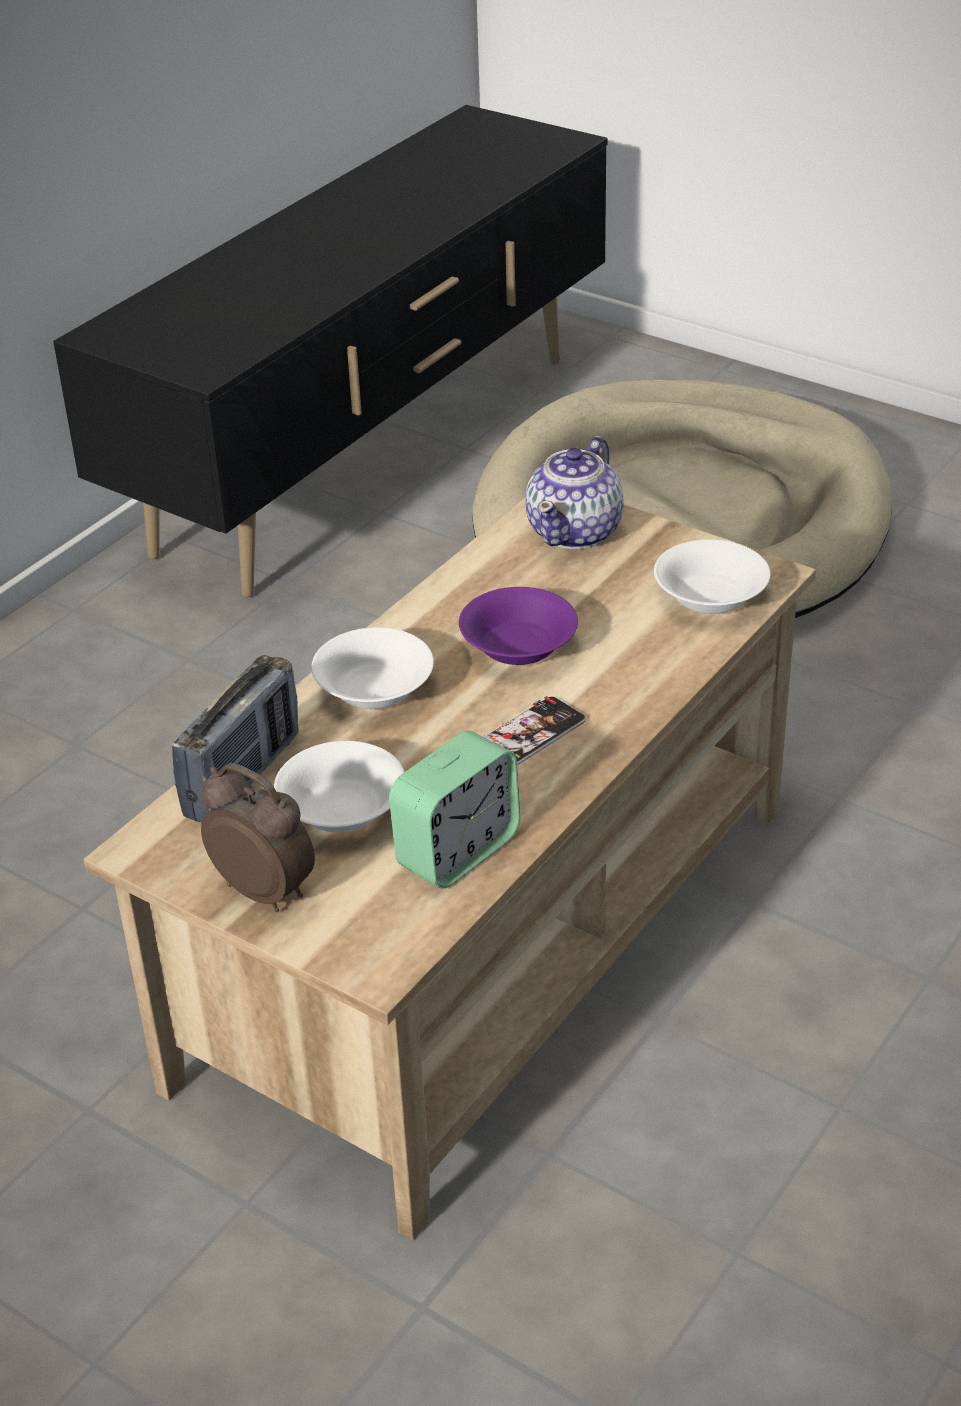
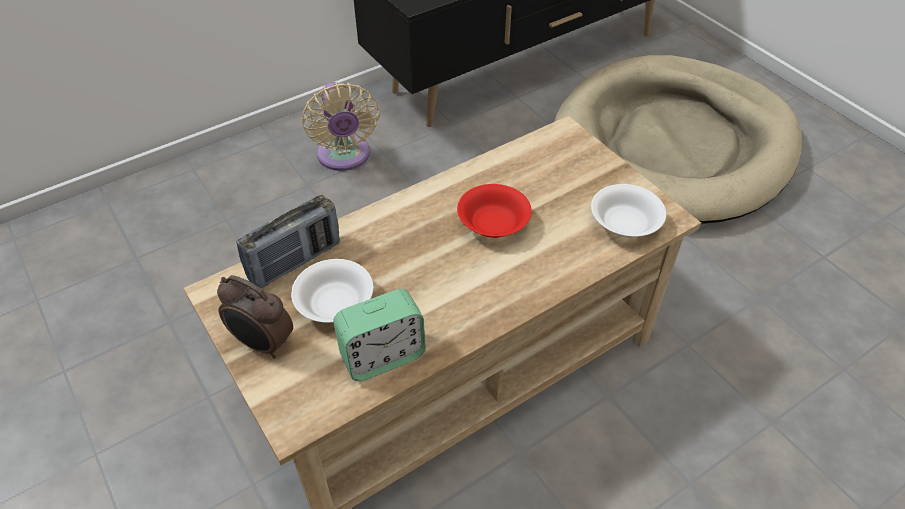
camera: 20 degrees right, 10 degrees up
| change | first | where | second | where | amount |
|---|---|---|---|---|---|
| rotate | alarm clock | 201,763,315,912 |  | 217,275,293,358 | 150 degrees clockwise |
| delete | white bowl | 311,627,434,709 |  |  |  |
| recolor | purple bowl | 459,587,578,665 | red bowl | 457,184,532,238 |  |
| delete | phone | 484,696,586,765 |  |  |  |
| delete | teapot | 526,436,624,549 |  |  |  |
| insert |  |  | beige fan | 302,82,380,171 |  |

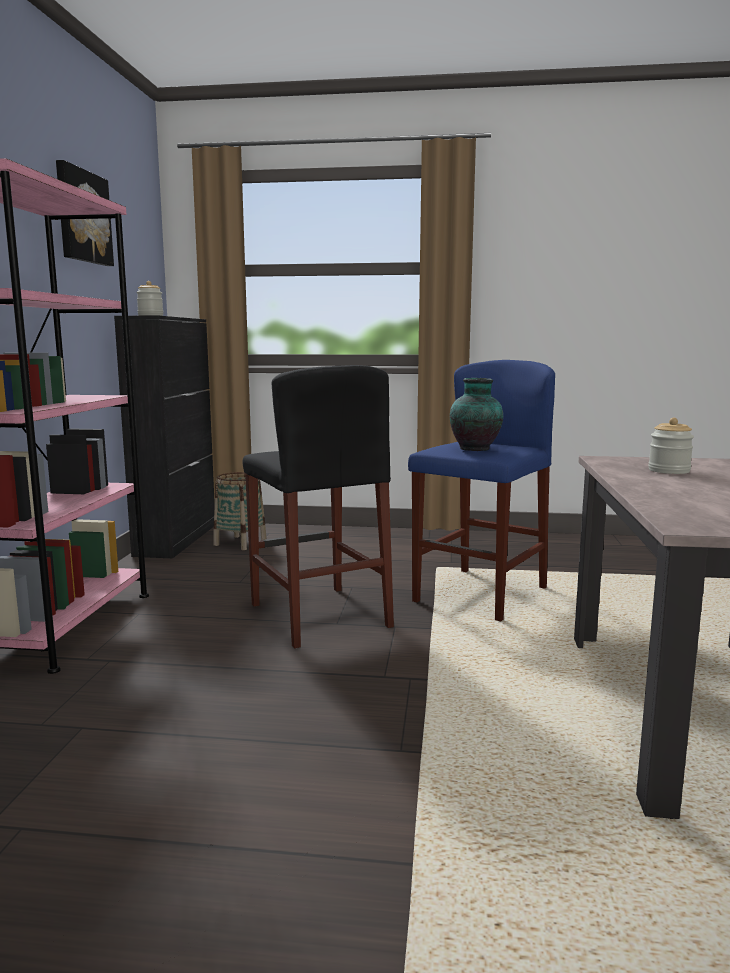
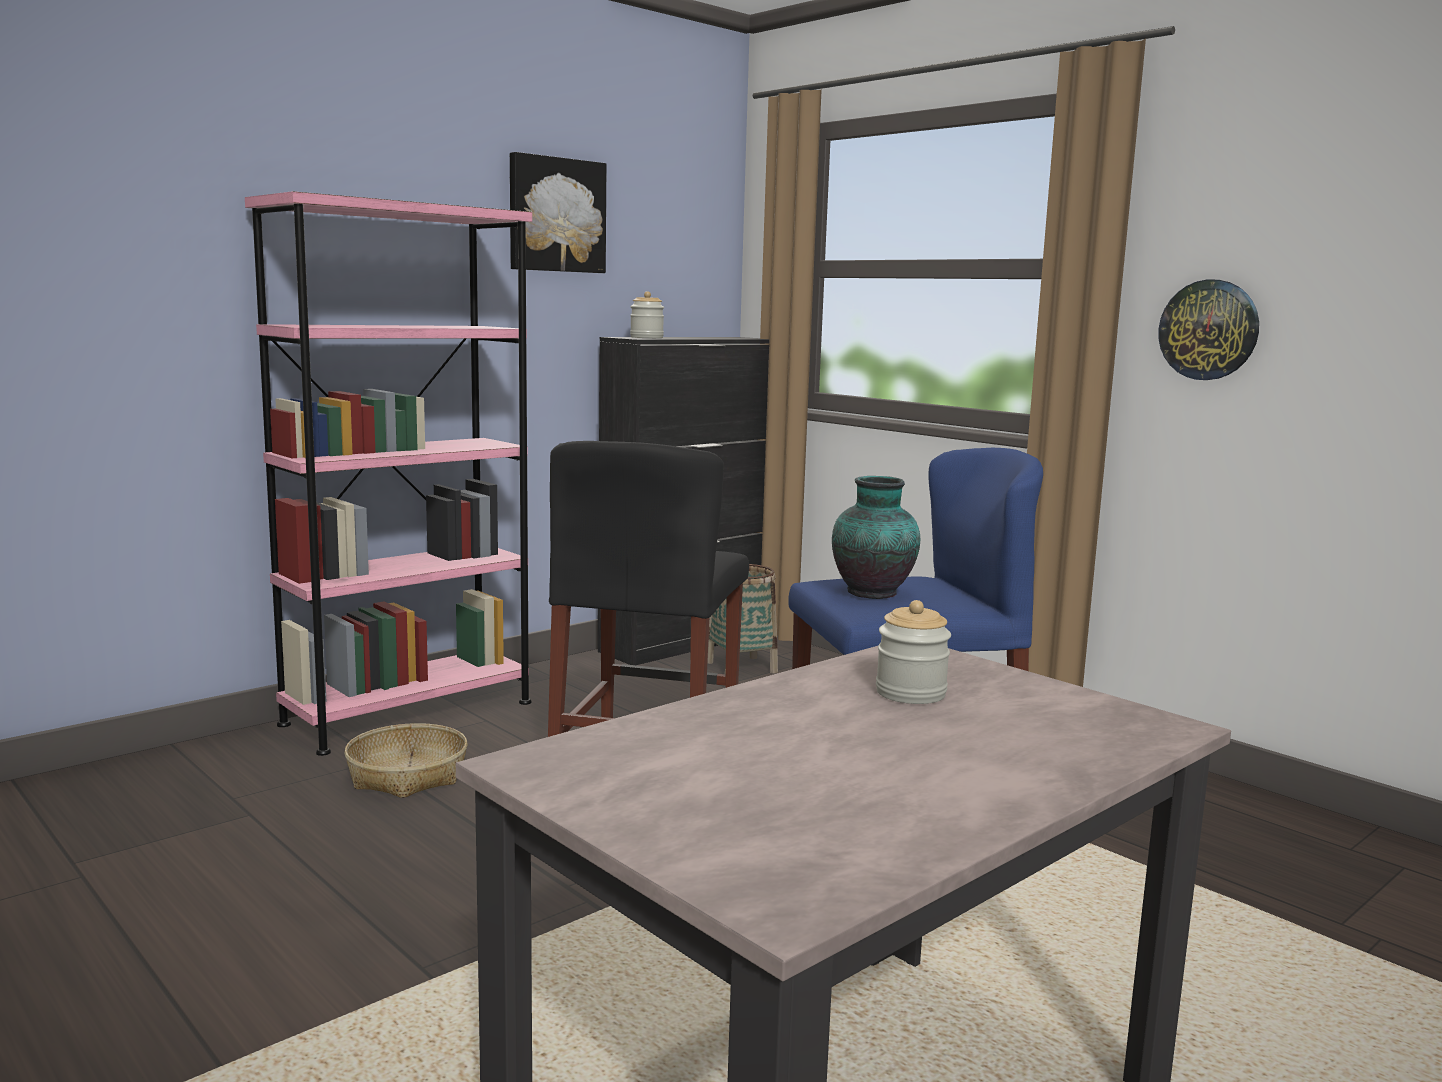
camera: 40 degrees right, 0 degrees up
| change | first | where | second | where | amount |
|---|---|---|---|---|---|
| insert |  |  | basket | 344,723,468,798 |  |
| insert |  |  | wall clock | 1158,280,1259,380 |  |

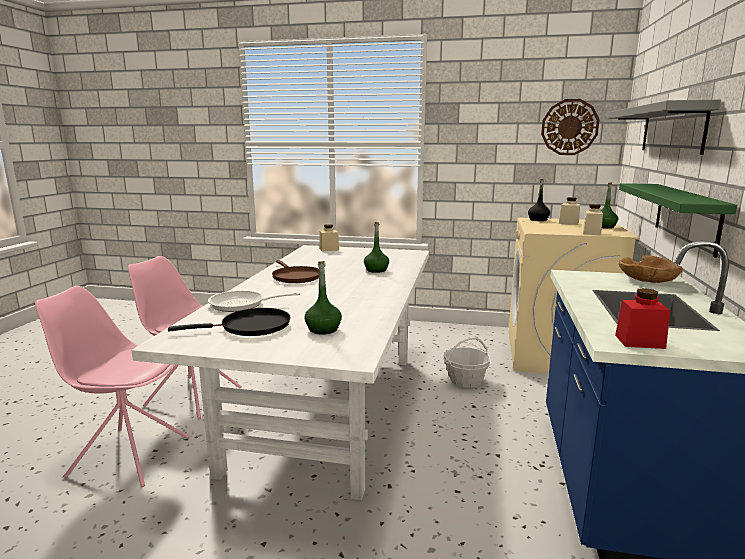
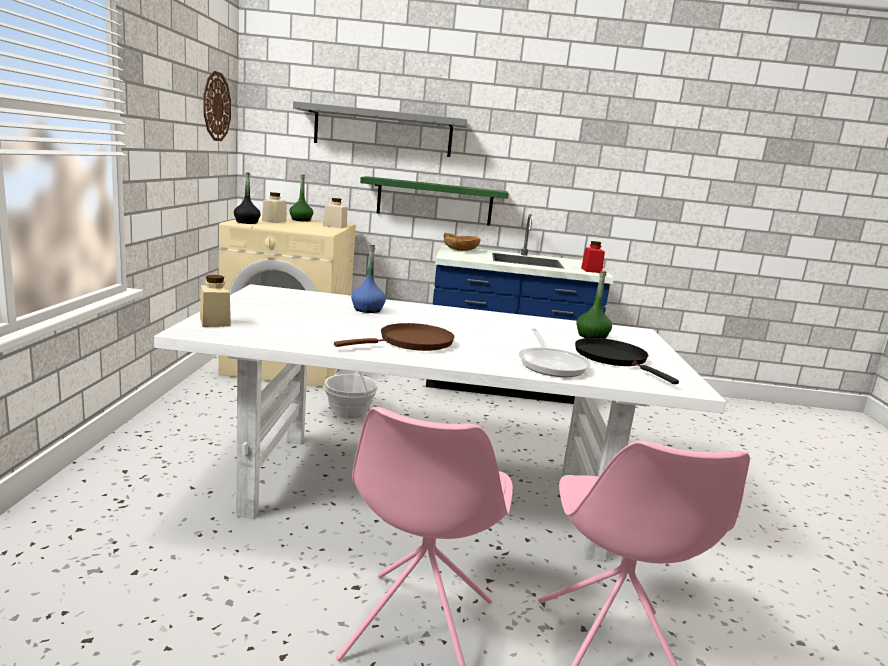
camera: 100 degrees left, 0 degrees up
| change | first | where | second | where | amount |
|---|---|---|---|---|---|
| recolor | green bottle | 364,222,389,273 | blue bottle | 351,245,386,313 |  |

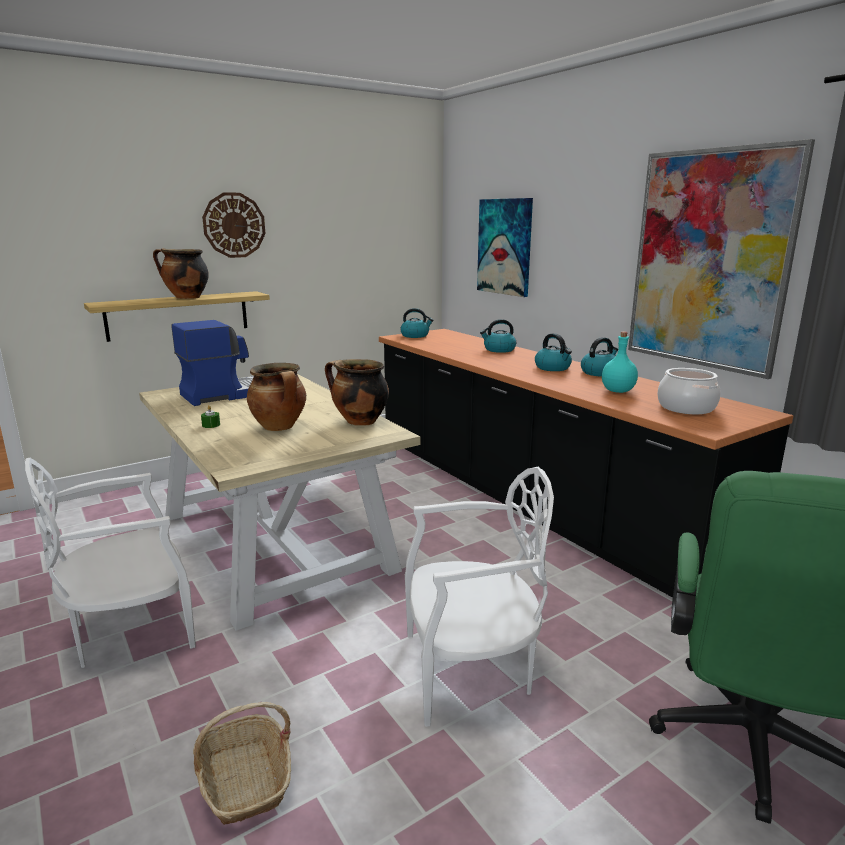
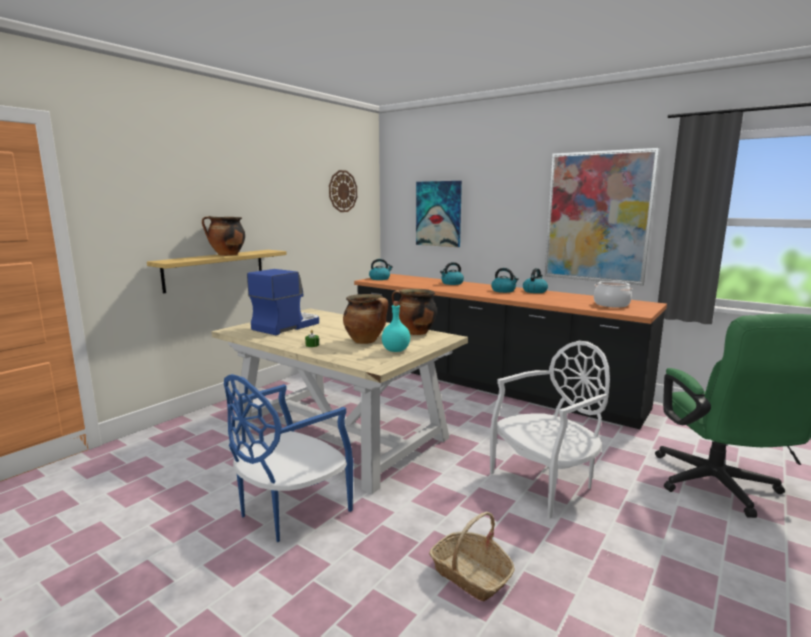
camera: 20 degrees left, 5 degrees down
| change | first | where | second | where | amount |
|---|---|---|---|---|---|
| recolor | white chair | 25,458,196,668 | blue chair | 224,374,353,542 |  |
| move | wall clock | 202,192,265,258 |  | 329,170,357,212 |  |
| move | turquoise bottle | 602,331,638,393 |  | 382,301,410,352 |  |

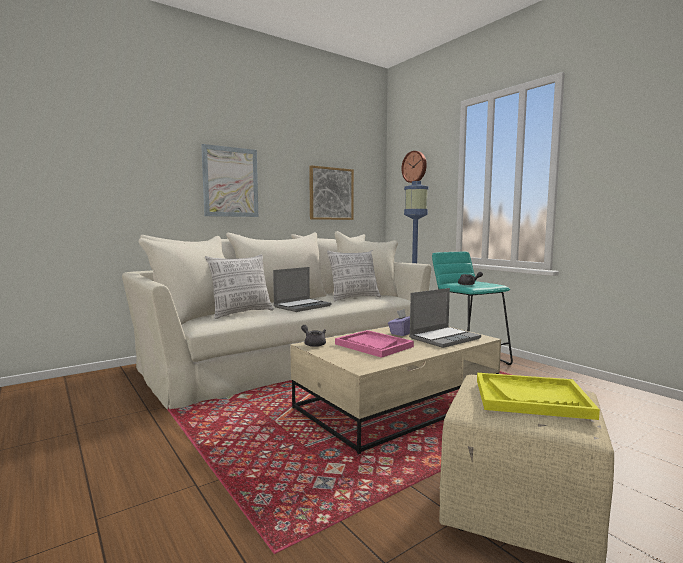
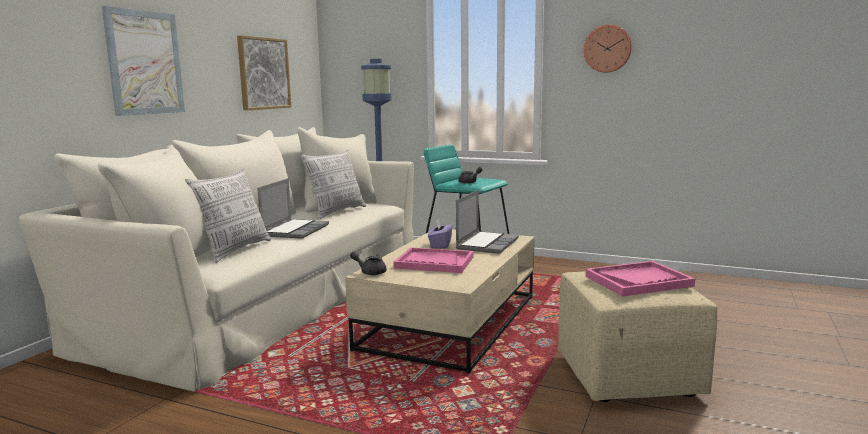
camera: 30 degrees left, 5 degrees up
| change | first | where | second | where | amount |
|---|---|---|---|---|---|
| move | wall clock | 401,151,427,183 |  | 584,25,632,73 |  |
| recolor | yellow tray | 477,373,600,420 | pink tray | 585,261,695,297 |  |

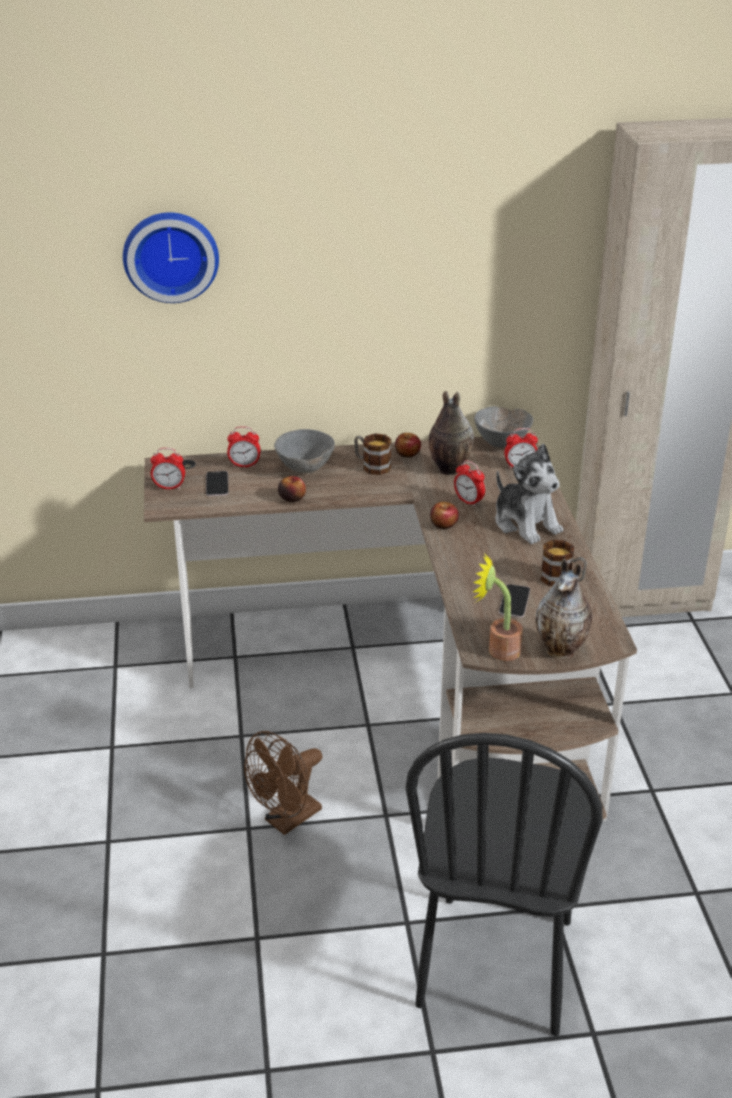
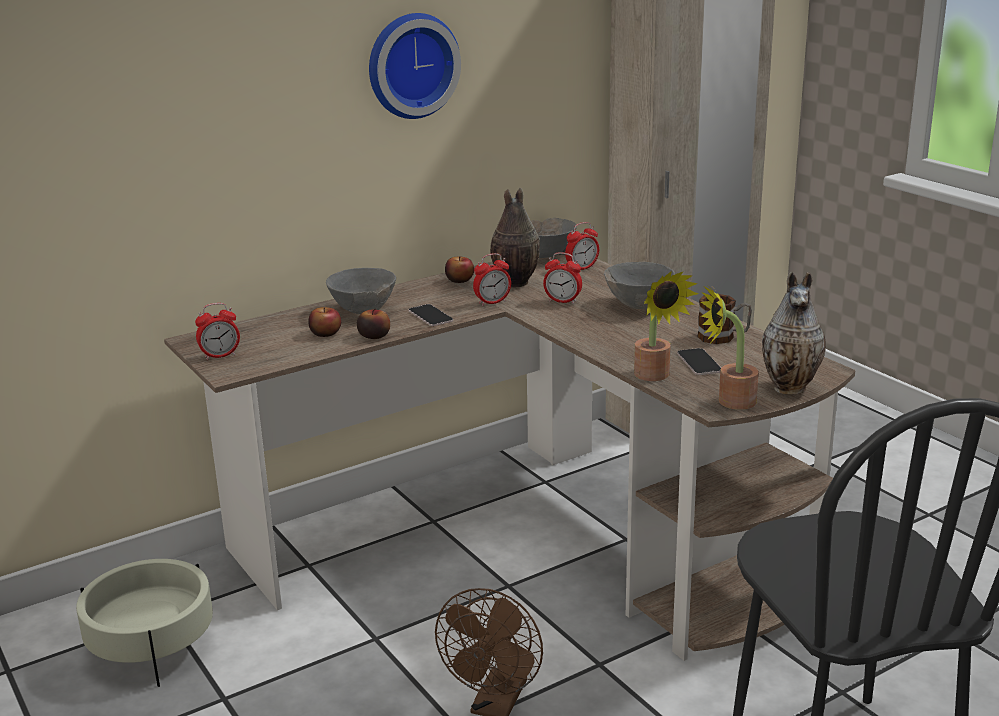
camera: 25 degrees left, 10 degrees down
| change | first | where | second | where | amount |
|---|---|---|---|---|---|
| move | wall clock | 123,212,219,303 |  | 369,13,461,119 |  |
| move | phone | 206,471,228,496 |  | 409,304,453,326 |  |
| move | alarm clock | 227,426,260,467 |  | 473,253,511,306 |  |
| delete | mug | 354,434,391,475 |  |  |  |
| move | apple | 430,502,459,529 |  | 308,307,341,337 |  |
| replace | plush toy | 495,444,563,544 | grey bowl | 604,262,675,309 |  |
| insert |  |  | beige planter | 76,559,213,687 |  |
| insert |  |  | potted plant | 634,271,698,381 |  |

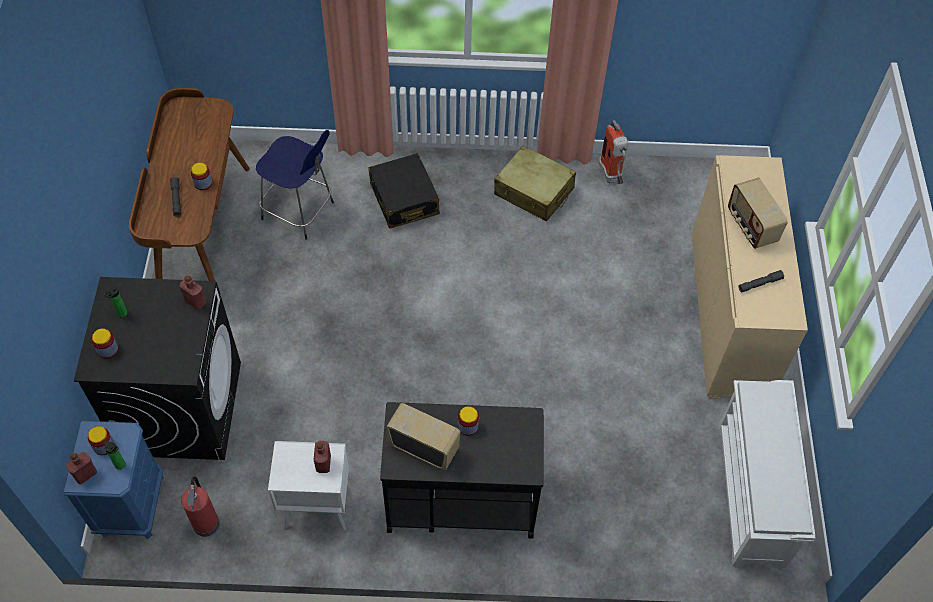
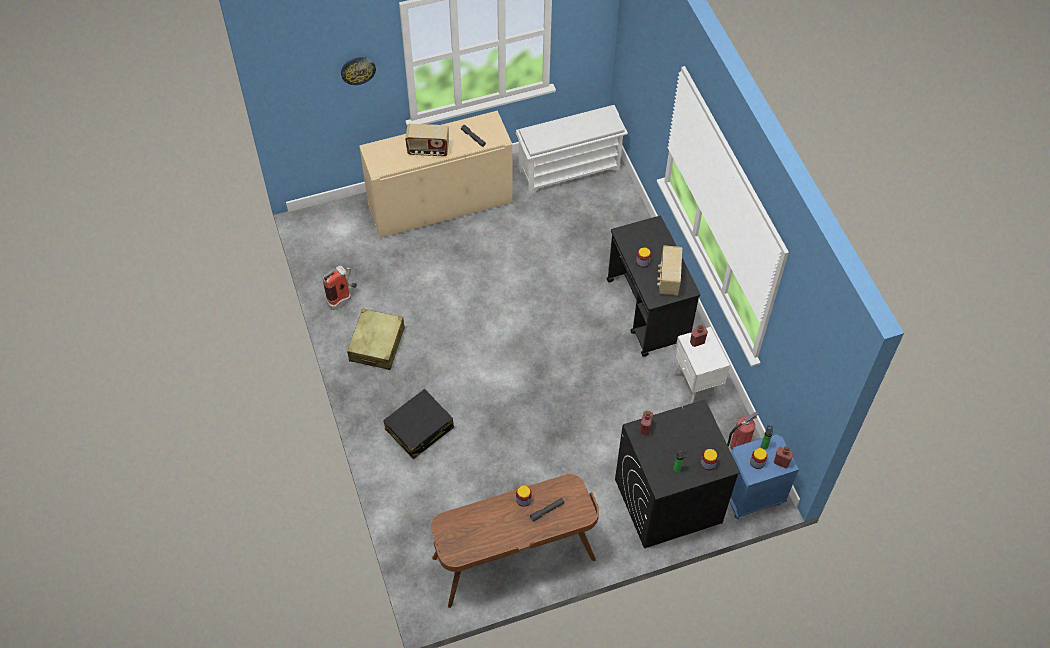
camera: 110 degrees left, 0 degrees up
| change | first | where | second | where | amount |
|---|---|---|---|---|---|
| delete | blue stool | 256,130,334,240 |  |  |  |
| rotate | radio | 728,178,787,249 |  | 405,124,449,156 | 45 degrees clockwise |
| insert |  |  | wall clock | 341,57,376,85 |  |

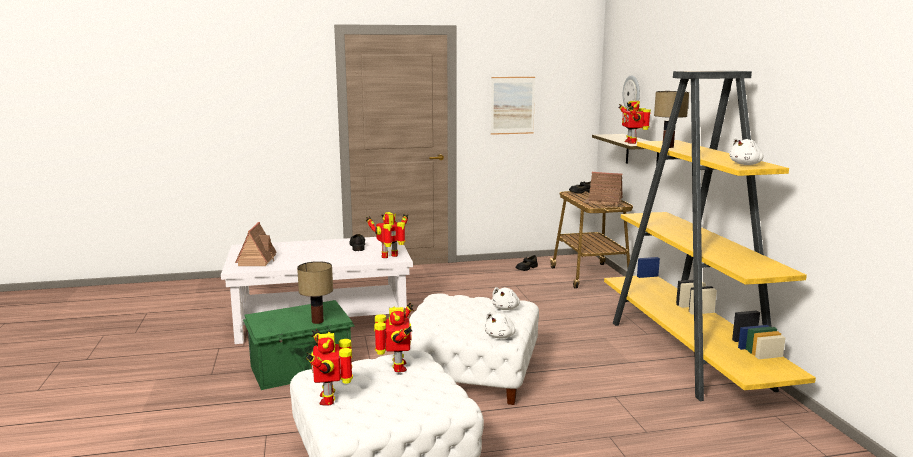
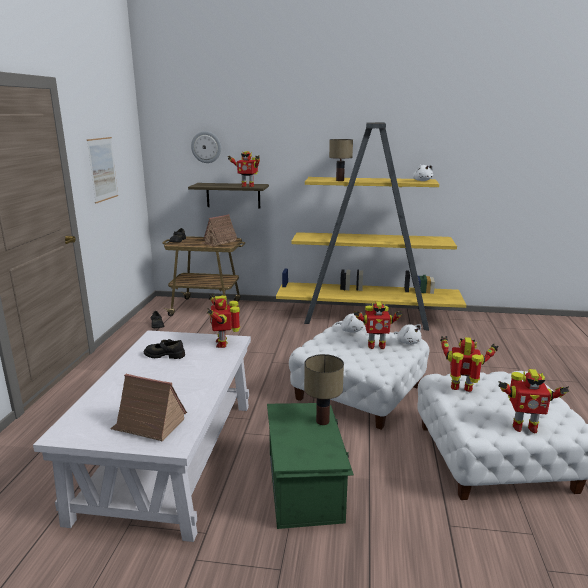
camera: 70 degrees left, 5 degrees up
| change | first | where | second | where | amount |
|---|---|---|---|---|---|
| insert |  |  | toy robot | 353,301,402,349 |  |

